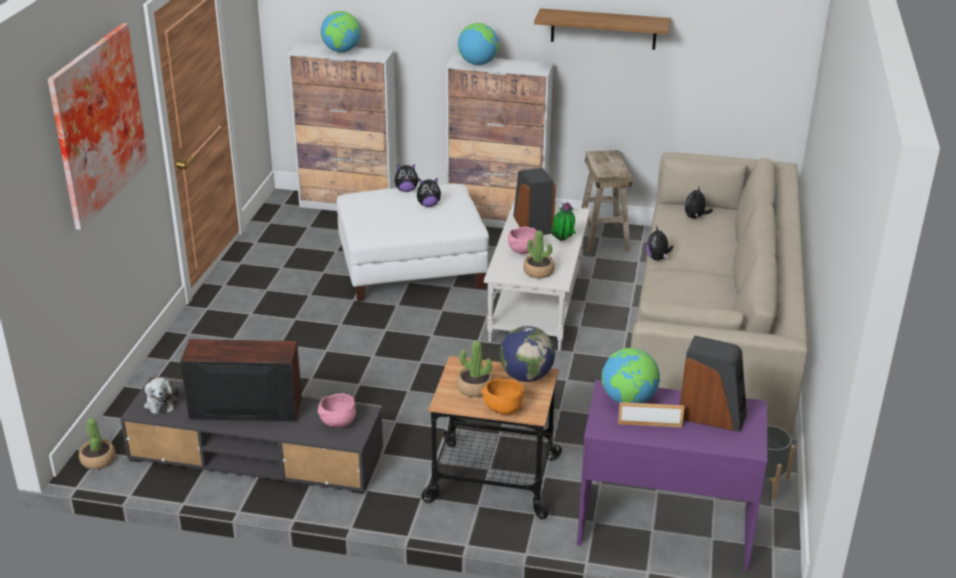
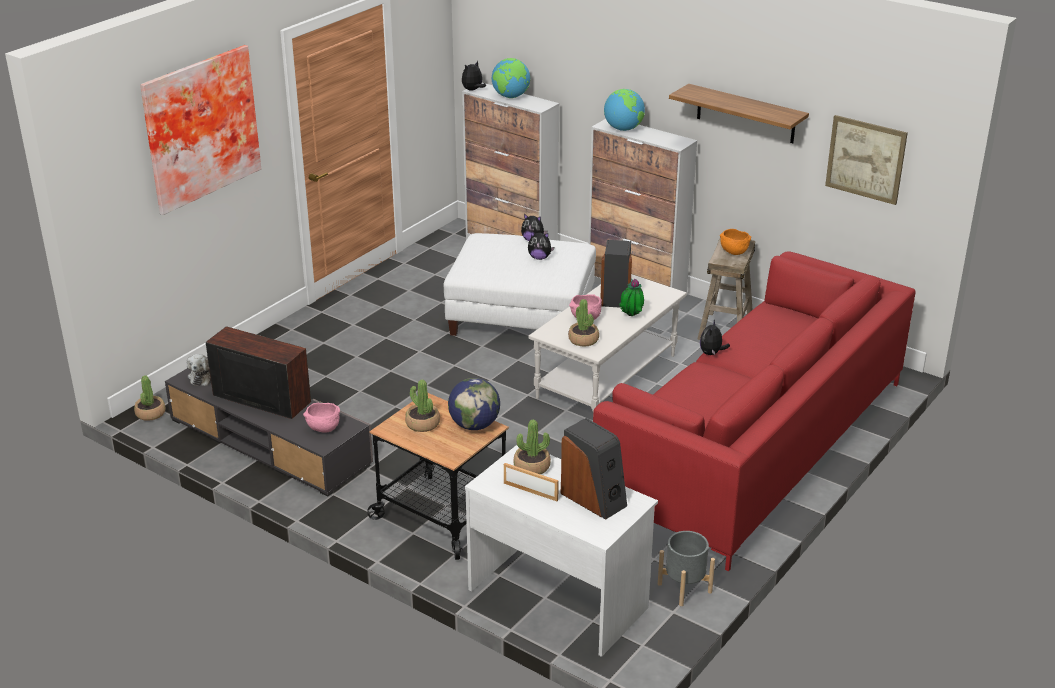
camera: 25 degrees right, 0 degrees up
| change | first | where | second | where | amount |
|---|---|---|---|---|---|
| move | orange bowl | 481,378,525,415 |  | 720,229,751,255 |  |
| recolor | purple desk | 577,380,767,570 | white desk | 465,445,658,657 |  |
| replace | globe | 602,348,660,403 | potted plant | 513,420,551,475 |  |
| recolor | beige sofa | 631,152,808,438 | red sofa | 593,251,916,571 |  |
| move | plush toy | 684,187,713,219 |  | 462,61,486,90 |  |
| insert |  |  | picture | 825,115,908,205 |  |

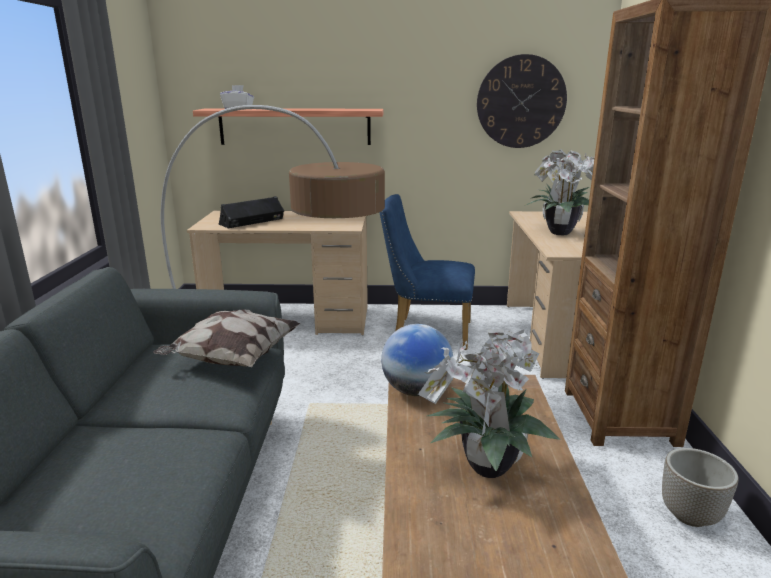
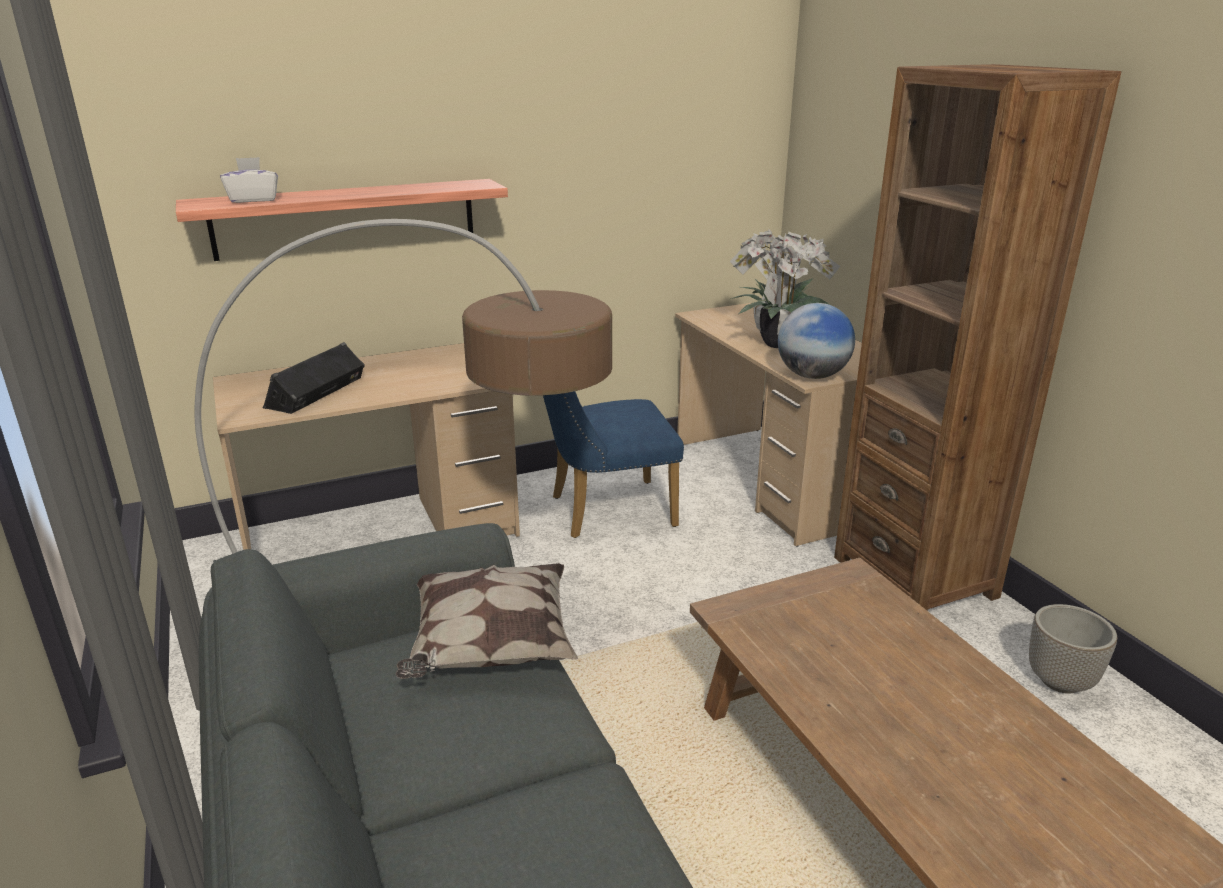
camera: 25 degrees left, 5 degrees up
| change | first | where | second | where | amount |
|---|---|---|---|---|---|
| move | globe | 381,324,453,396 |  | 778,303,855,379 |  |
| delete | potted plant | 418,329,560,478 |  |  |  |
| delete | wall clock | 477,54,567,148 |  |  |  |

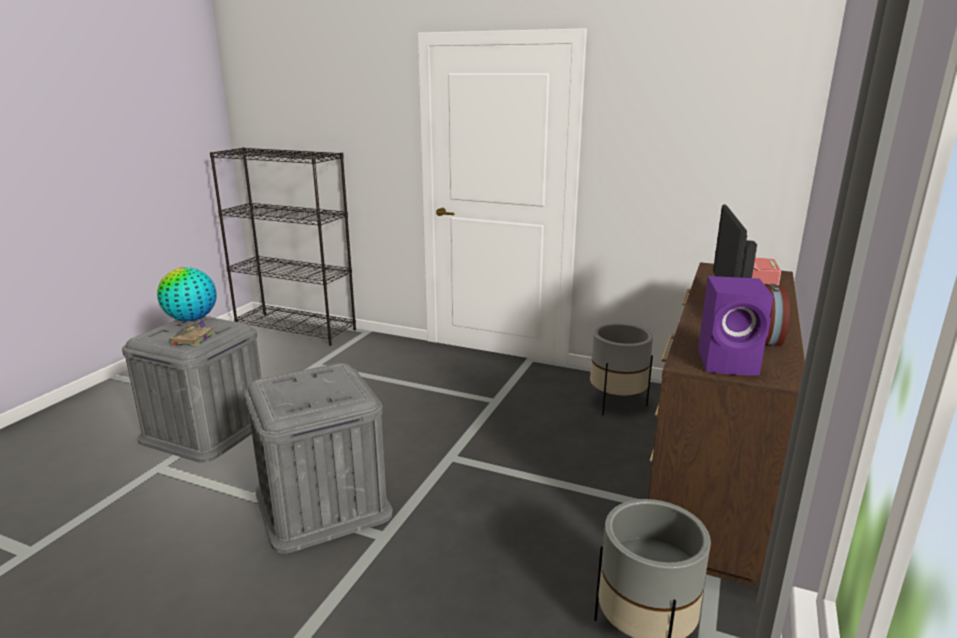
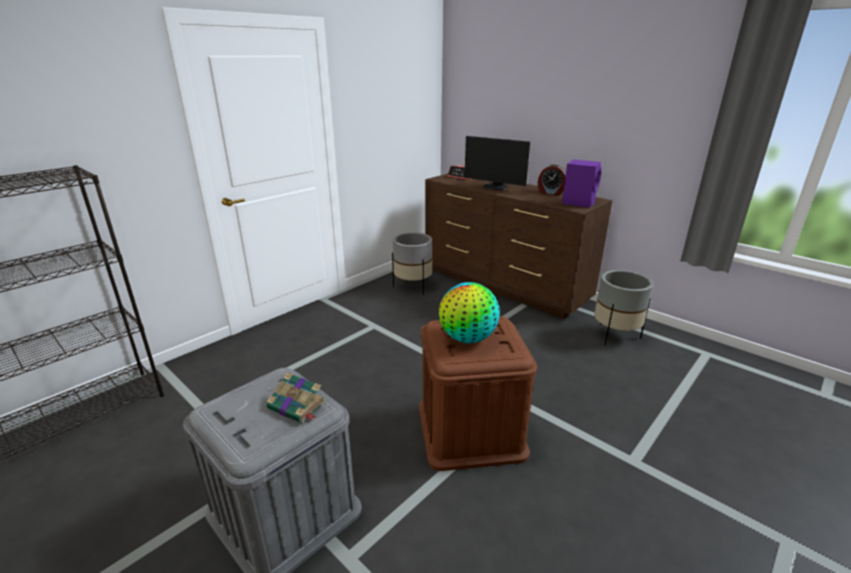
camera: 70 degrees left, 5 degrees up
| change | first | where | second | where | amount |
|---|---|---|---|---|---|
| move | globe | 157,267,216,321 |  | 439,282,500,343 |  |
| recolor | grey storage box | 244,363,393,554 | brown storage box | 419,316,537,471 |  |

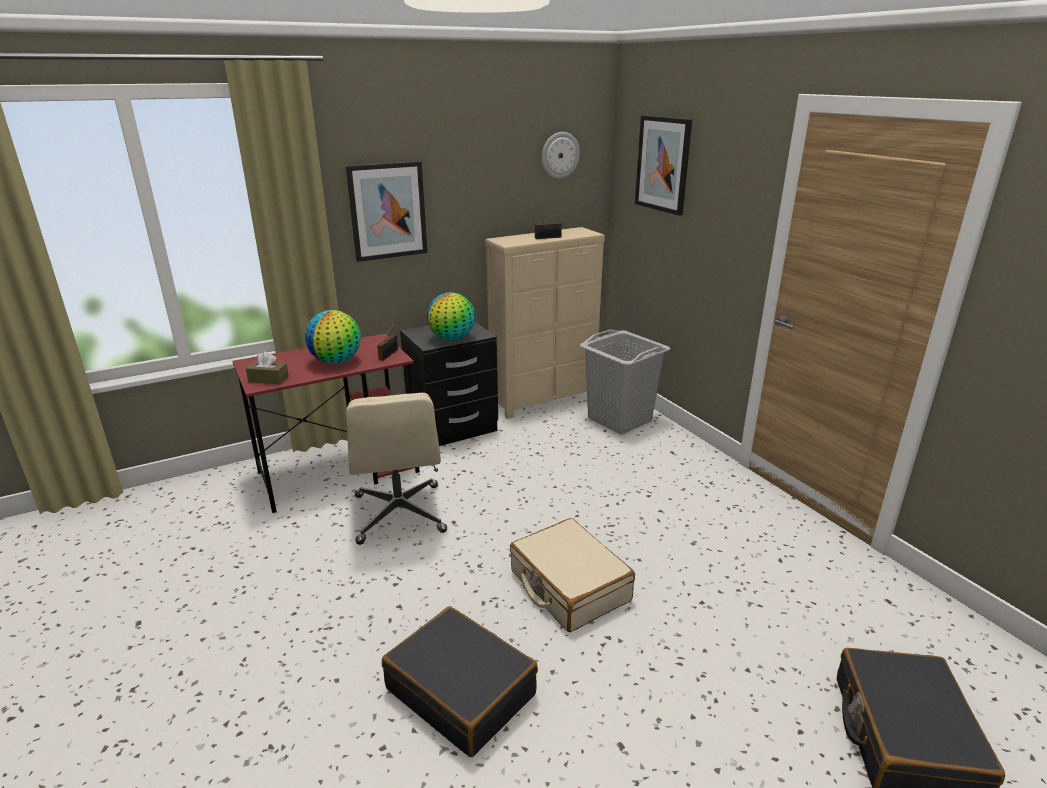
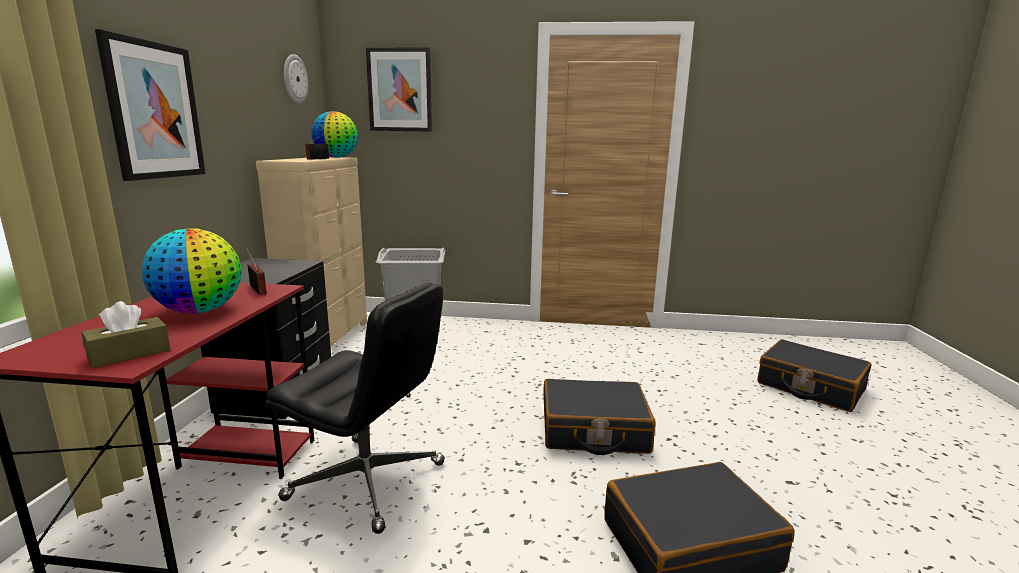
camera: 55 degrees left, 10 degrees down
| change | first | where | second | where | amount |
|---|---|---|---|---|---|
| recolor | beige office chair | 346,393,447,545 | black office chair | 265,282,445,534 |  |
| move | globe | 427,292,475,341 |  | 311,111,358,158 |  |
| recolor | beige suitcase | 510,518,635,632 | black suitcase | 543,379,656,455 |  |

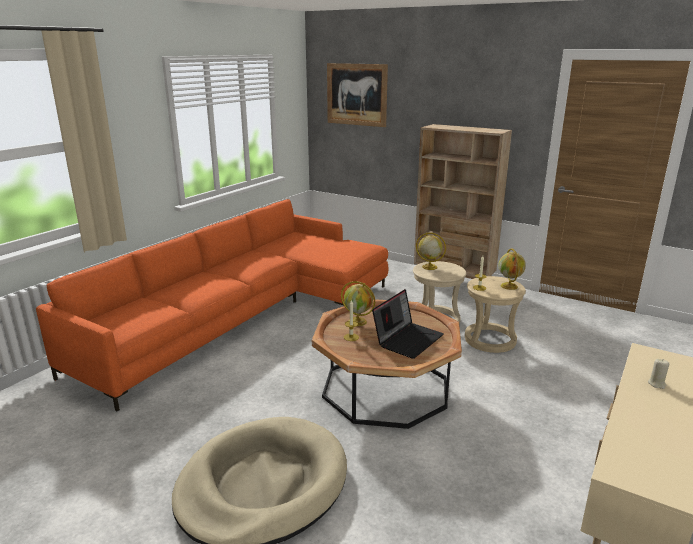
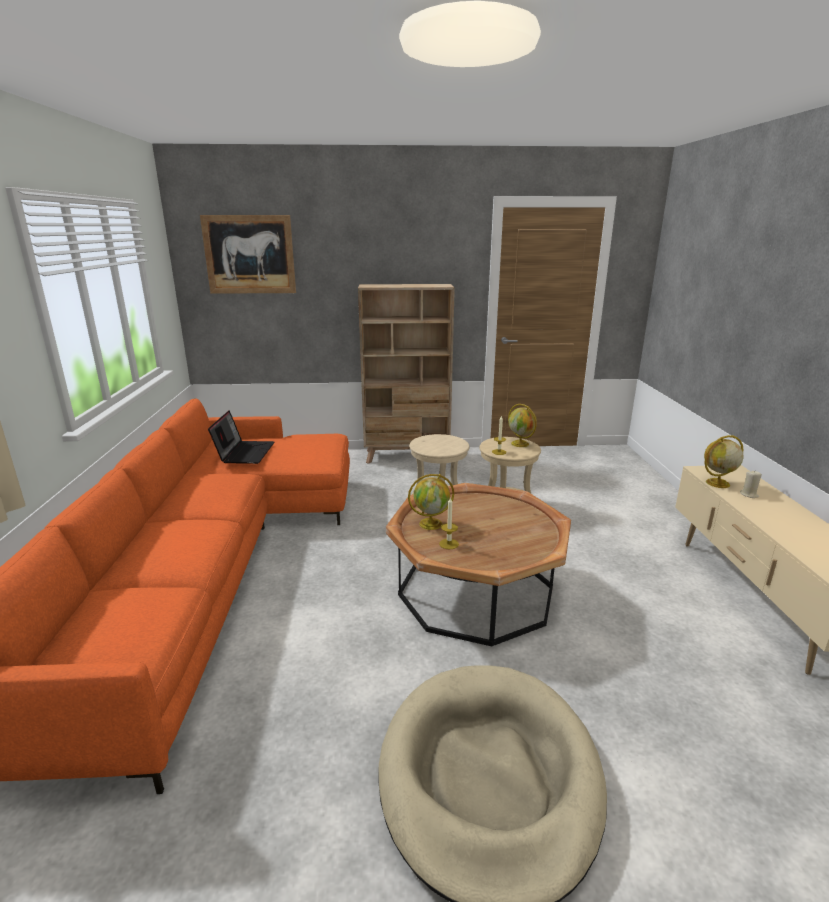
camera: 35 degrees left, 0 degrees up
| change | first | where | second | where | amount |
|---|---|---|---|---|---|
| move | laptop | 372,289,444,359 |  | 208,410,274,464 |  |
| move | globe | 416,233,446,270 |  | 704,435,743,488 |  |

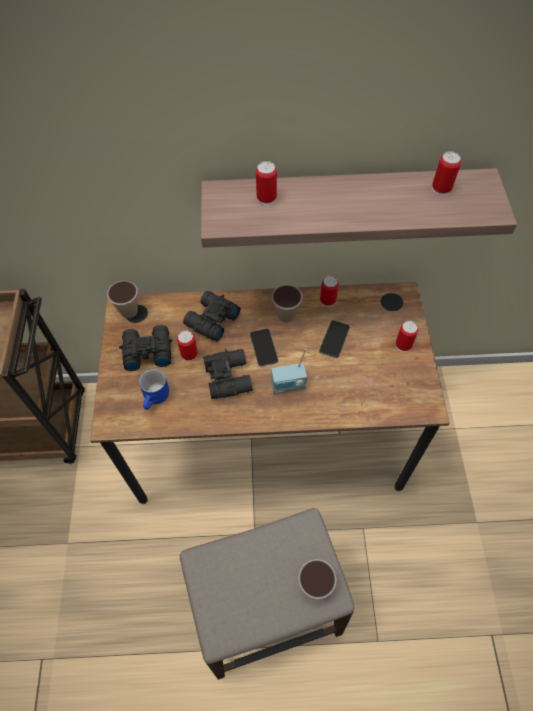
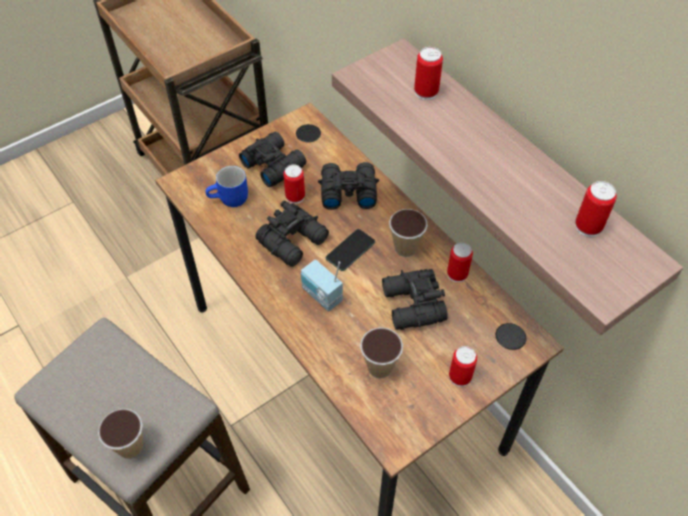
camera: 55 degrees right, 5 degrees down
| change | first | where | second | where | amount |
|---|---|---|---|---|---|
| move | cup | 107,281,138,318 |  | 360,327,403,378 |  |
| replace | phone | 319,320,350,358 | black binoculars | 382,269,448,330 |  |

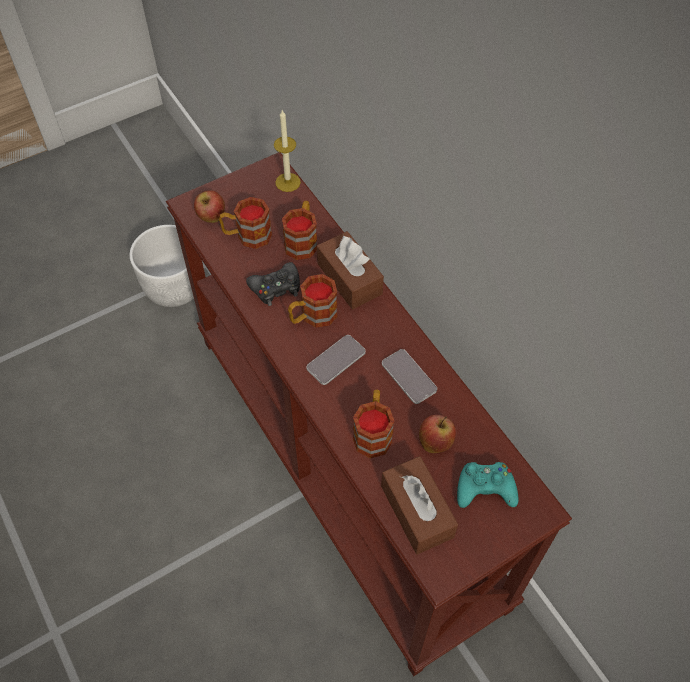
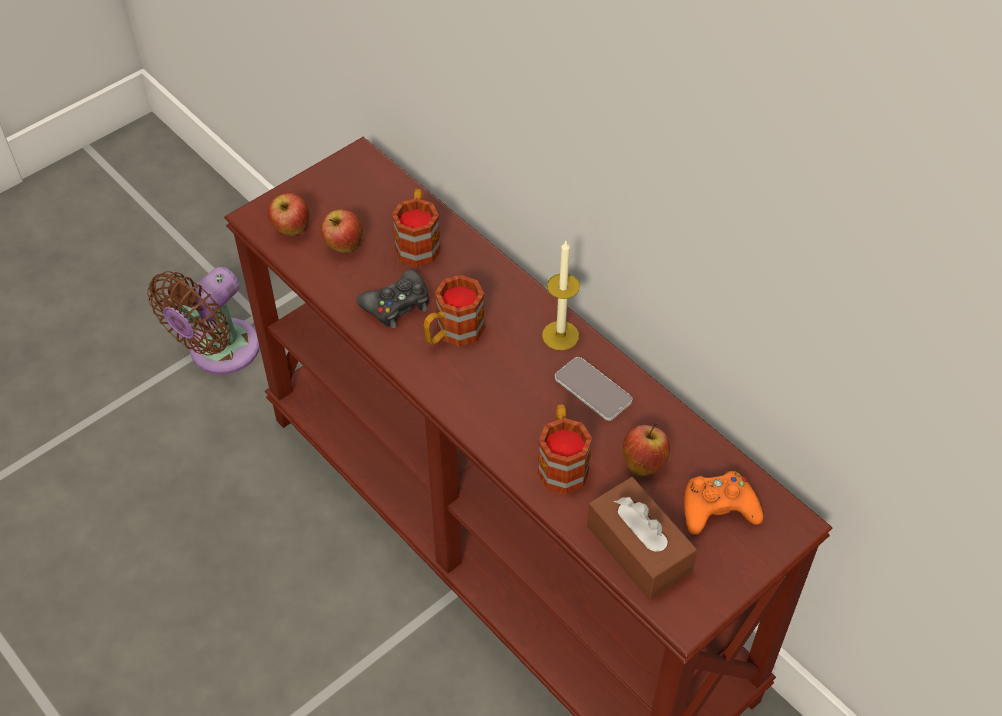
camera: 10 degrees left, 5 degrees down
| change | first | where | second | where | amount |
|---|---|---|---|---|---|
| replace | white planter | 130,225,194,307 | brown fan | 147,267,260,375 |  |
| replace | mug | 219,197,272,249 | apple | 321,209,363,253 |  |
| move | candle | 274,110,301,192 |  | 542,241,580,350 |  |
| delete | phone | 306,335,366,385 |  |  |  |
| delete | brown tissue box | 317,231,384,309 |  |  |  |
| recolor | turquoise game controller | 457,462,519,508 | orange game controller | 684,471,763,535 |  |

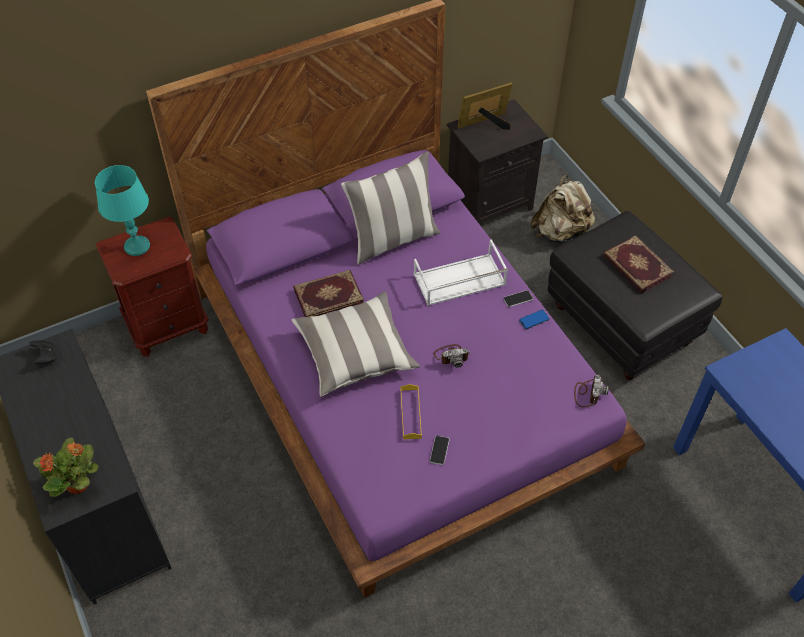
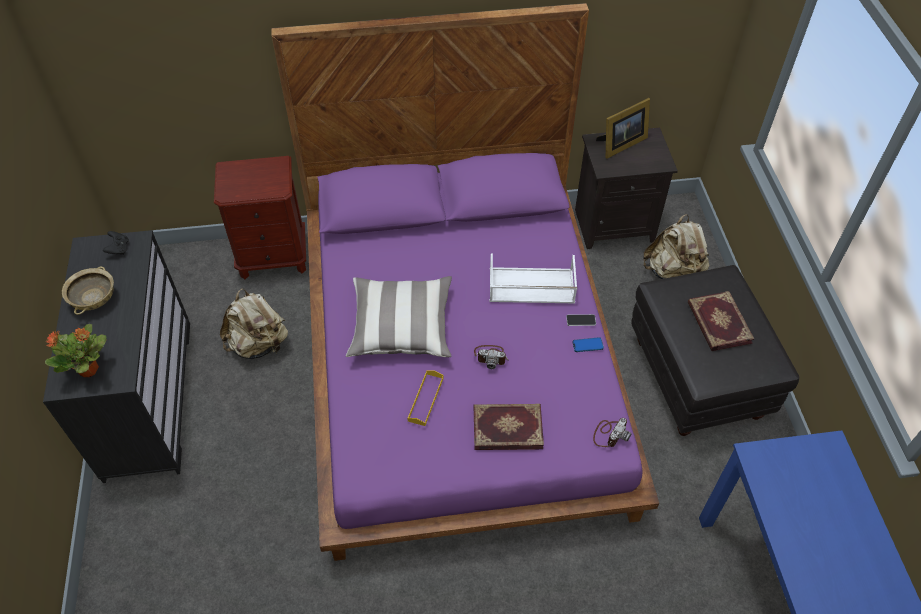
camera: 20 degrees right, 0 degrees up
| change | first | where | second | where | amount |
|---|---|---|---|---|---|
| delete | turquoise table lamp | 95,165,150,256 |  |  |  |
| move | book | 293,270,364,317 |  | 474,404,544,450 |  |
| delete | pillow | 341,151,440,265 |  |  |  |
| delete | phone | 430,436,450,465 |  |  |  |
| rotate | picture frame | 457,82,513,130 |  | 596,98,650,159 | 150 degrees clockwise |
| insert |  |  | beige bowl | 62,267,114,315 |  |
| insert |  |  | beige backpack | 220,288,288,359 |  |

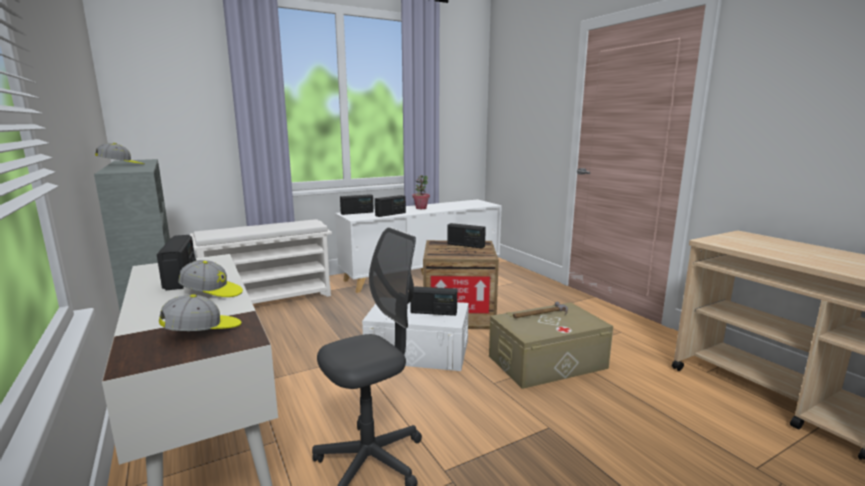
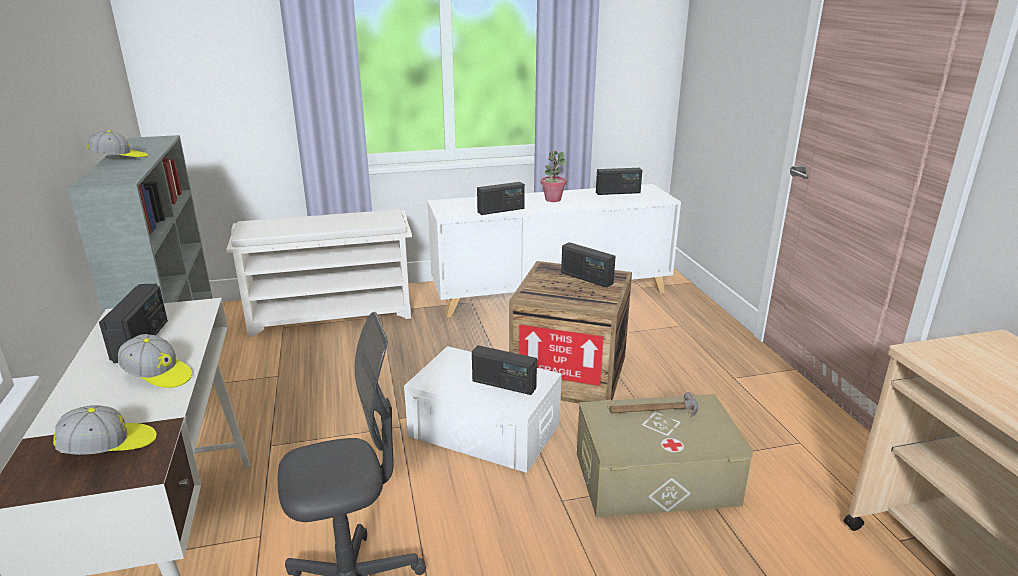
camera: 15 degrees right, 10 degrees up
| change | first | where | second | where | amount |
|---|---|---|---|---|---|
| move | radio | 340,194,374,215 |  | 596,168,642,195 |  |

